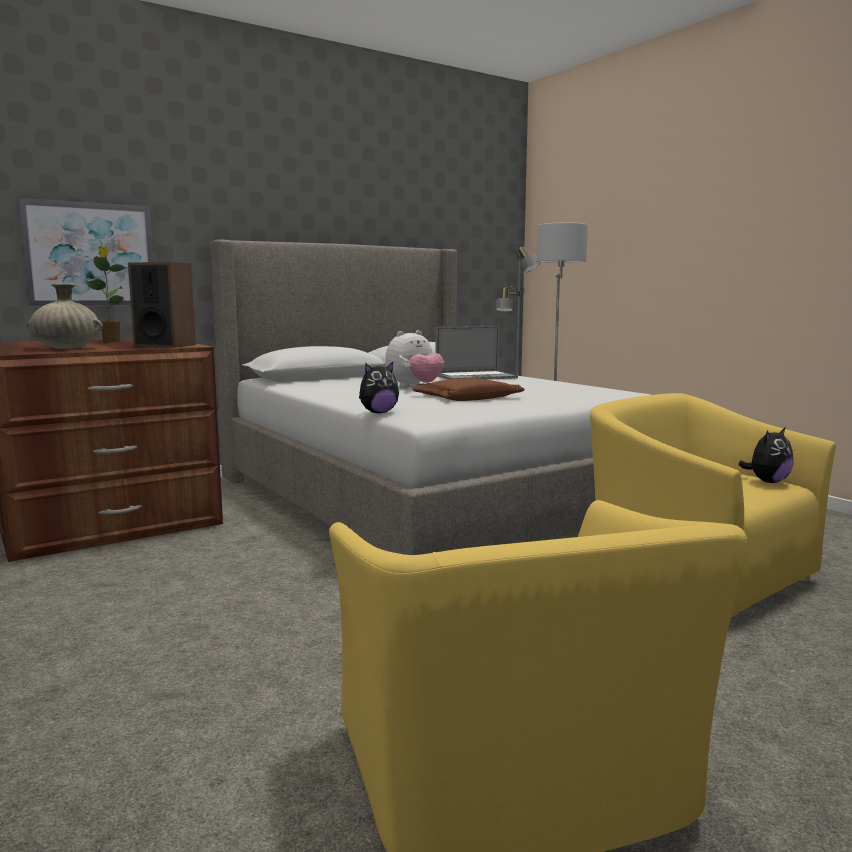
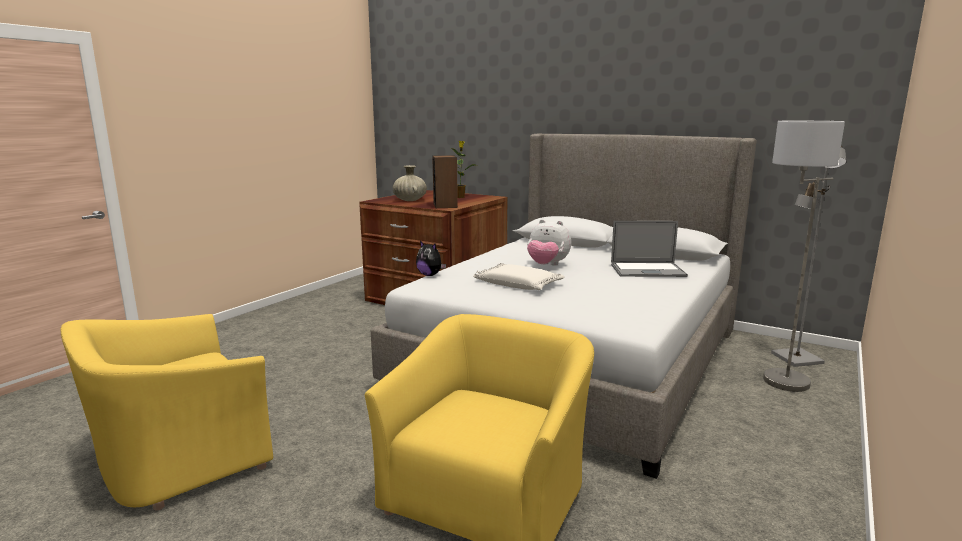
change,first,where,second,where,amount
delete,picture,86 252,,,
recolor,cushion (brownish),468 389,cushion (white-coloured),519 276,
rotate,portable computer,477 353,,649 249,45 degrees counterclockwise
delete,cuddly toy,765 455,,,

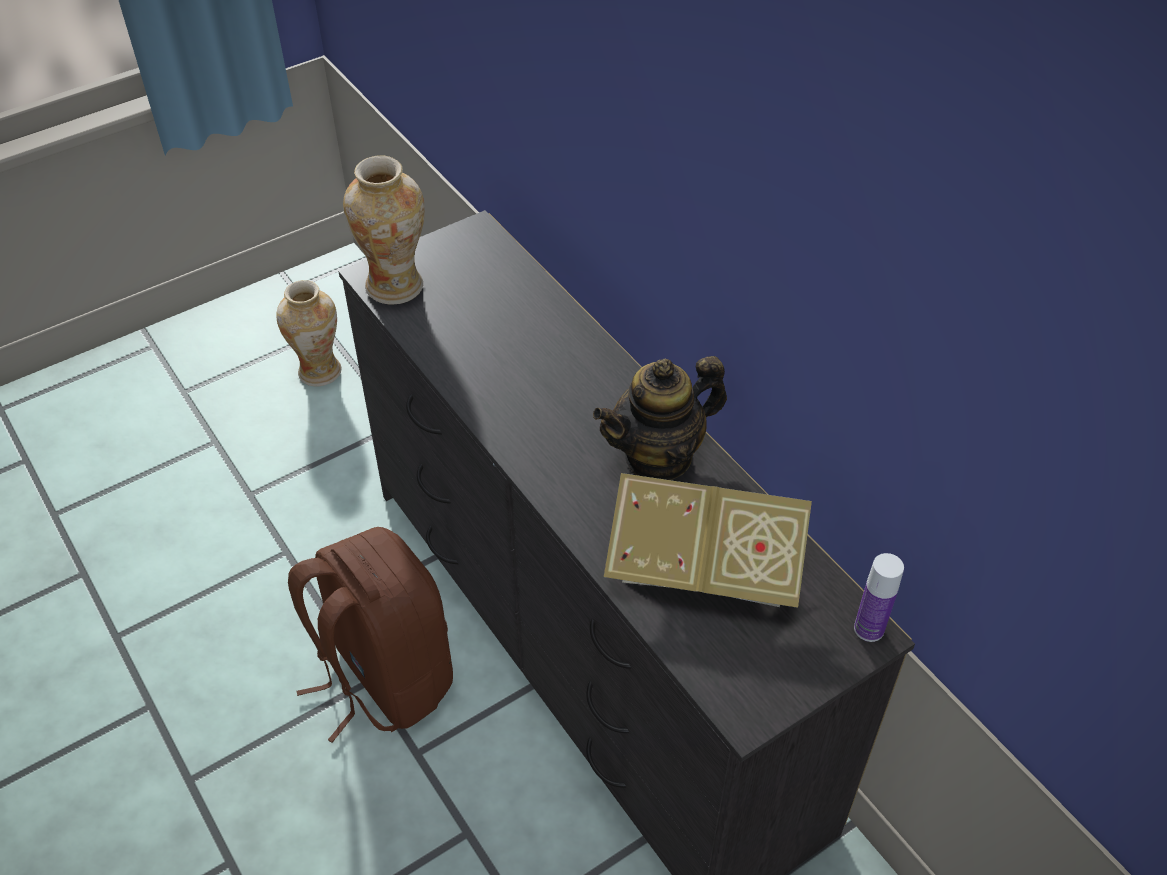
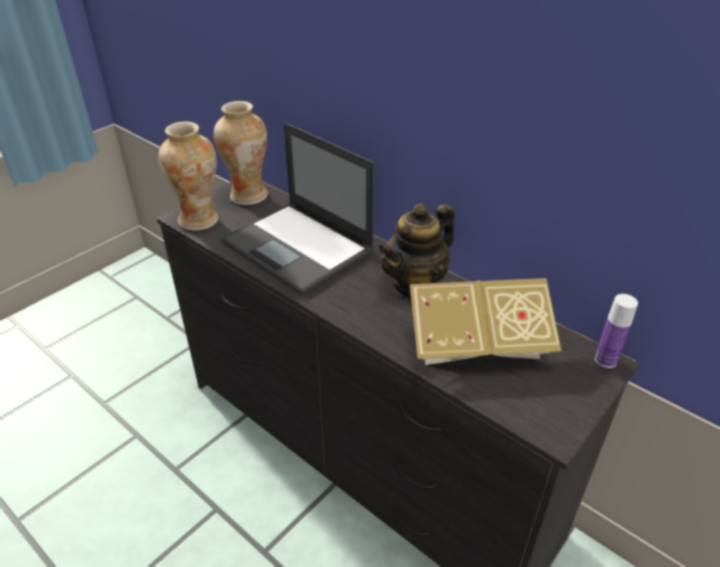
change,first,where,second,where,amount
move,vase,308 333,,241 153,
delete,knapsack (brownish),370 635,,,
insert,,,portable computer,298 208,

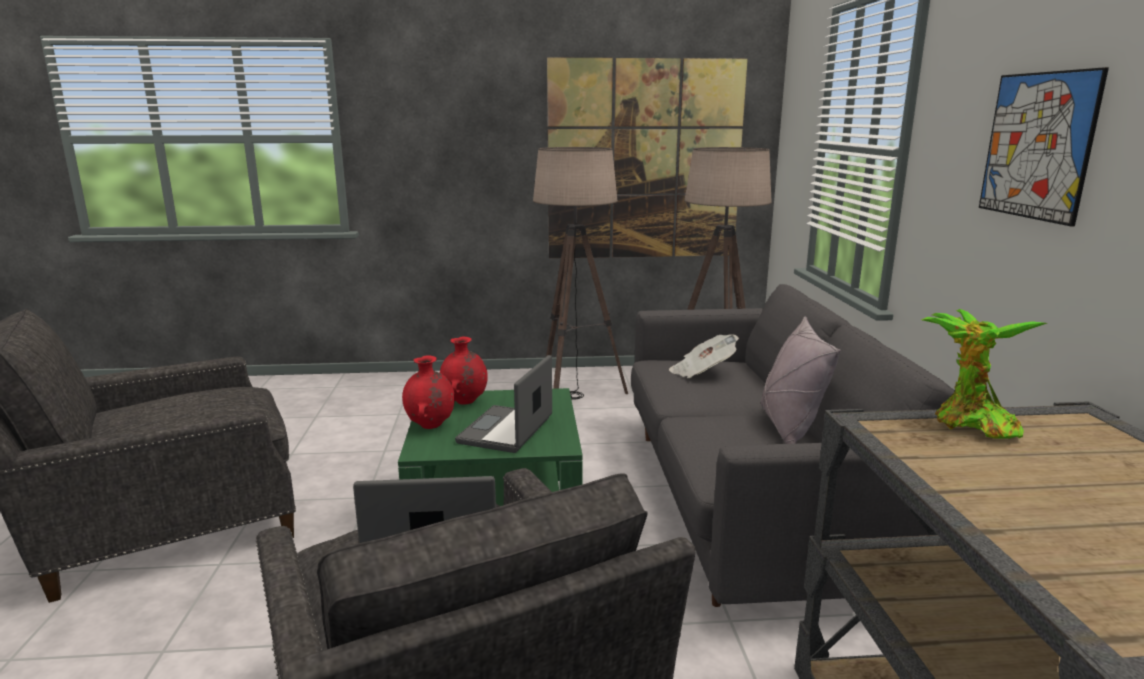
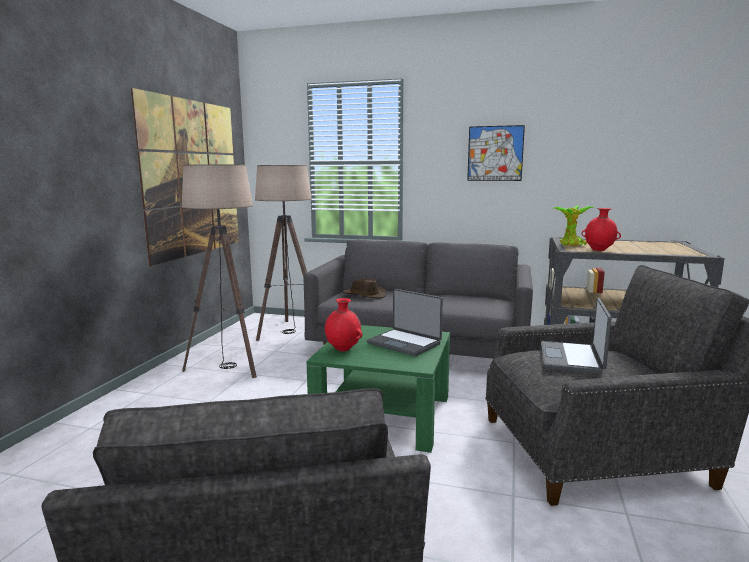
change,first,where,second,where,amount
move,vase (red-coloured),428 392,,601 229,
replace,newspaper,704 356,hat (brownish),364 288,
delete,cushion (purplish),801 380,,,

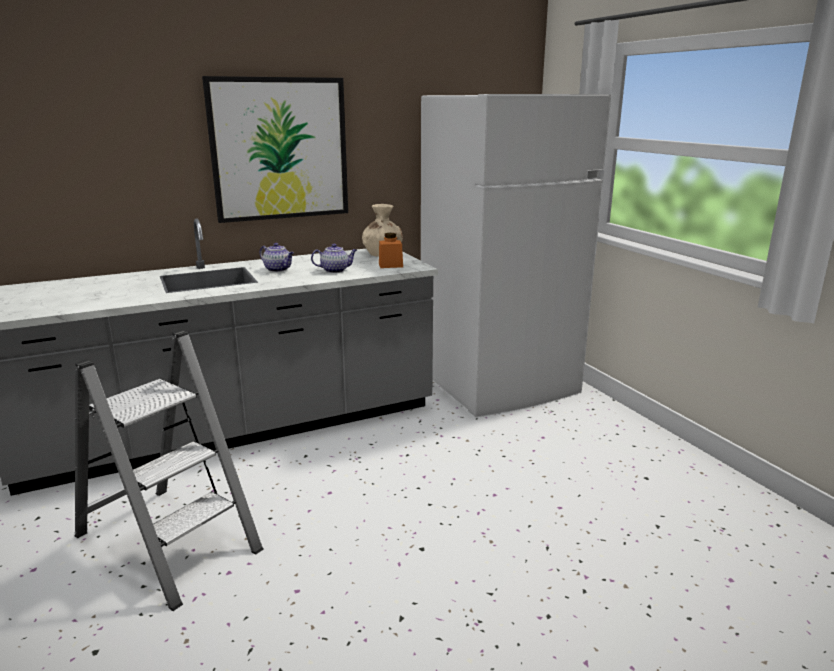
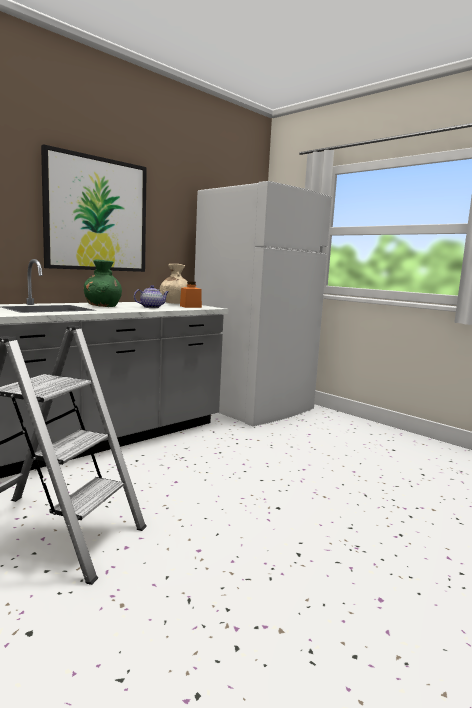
change,first,where,second,where,amount
replace,pot for tea,277 257,vase (green-coloured),103 283,

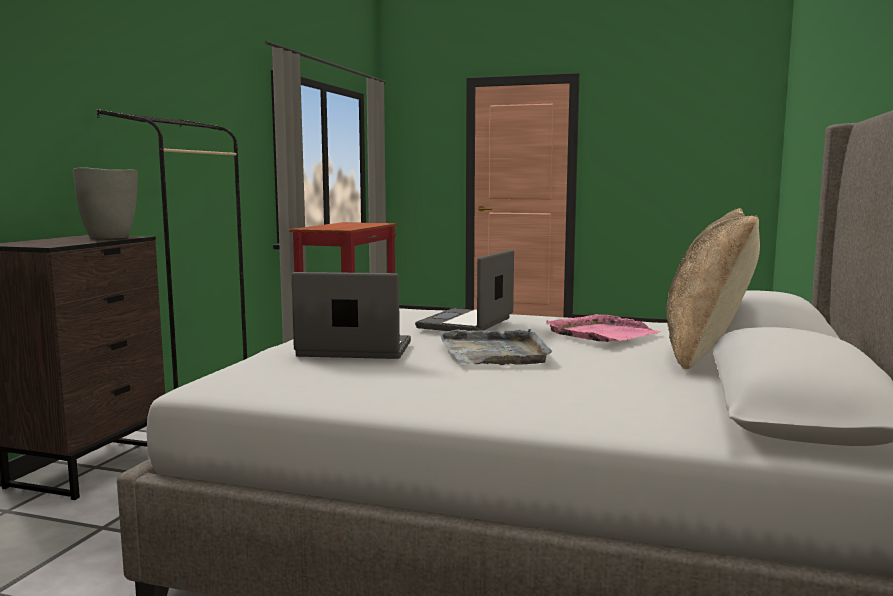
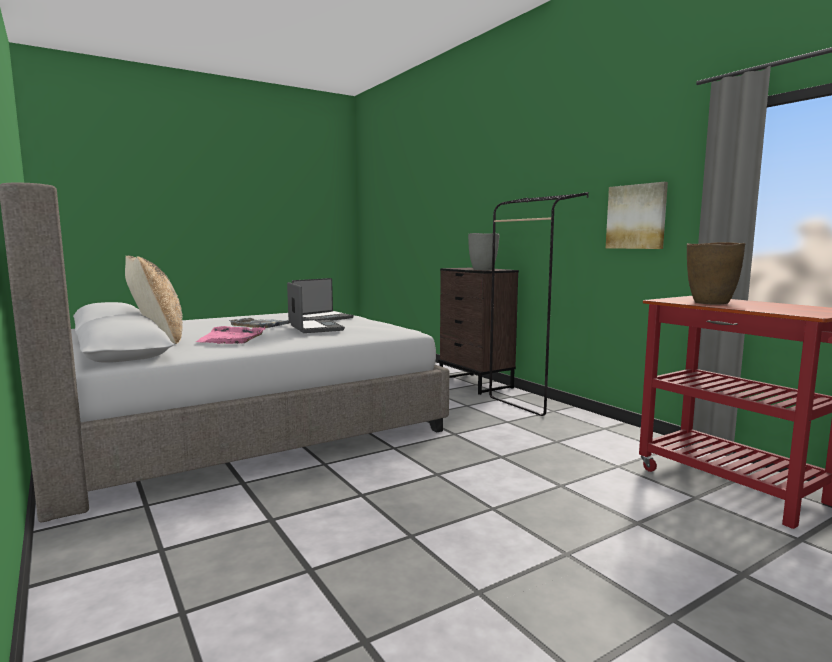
change,first,where,second,where,amount
insert,,,picture,637 215,
insert,,,vase (brownish),716 273,

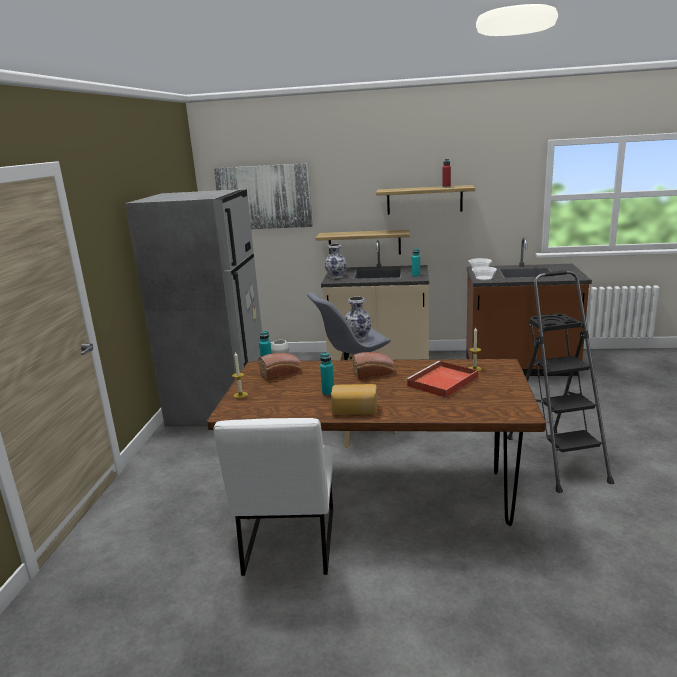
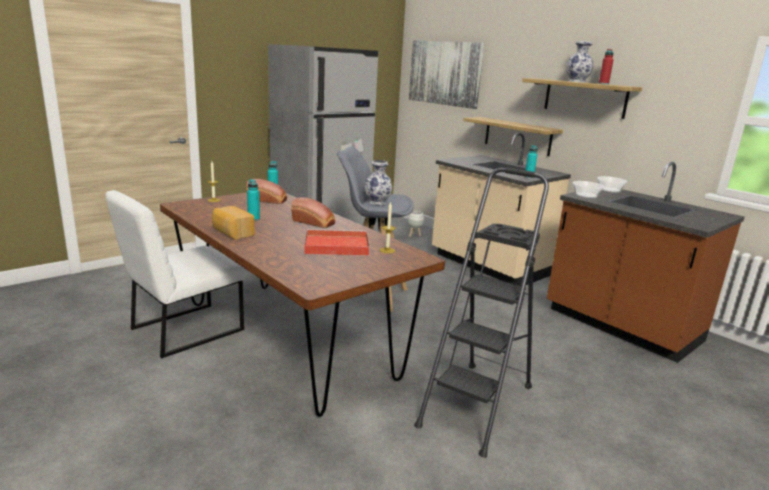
change,first,where,second,where,amount
move,vase,335 261,,580 62,

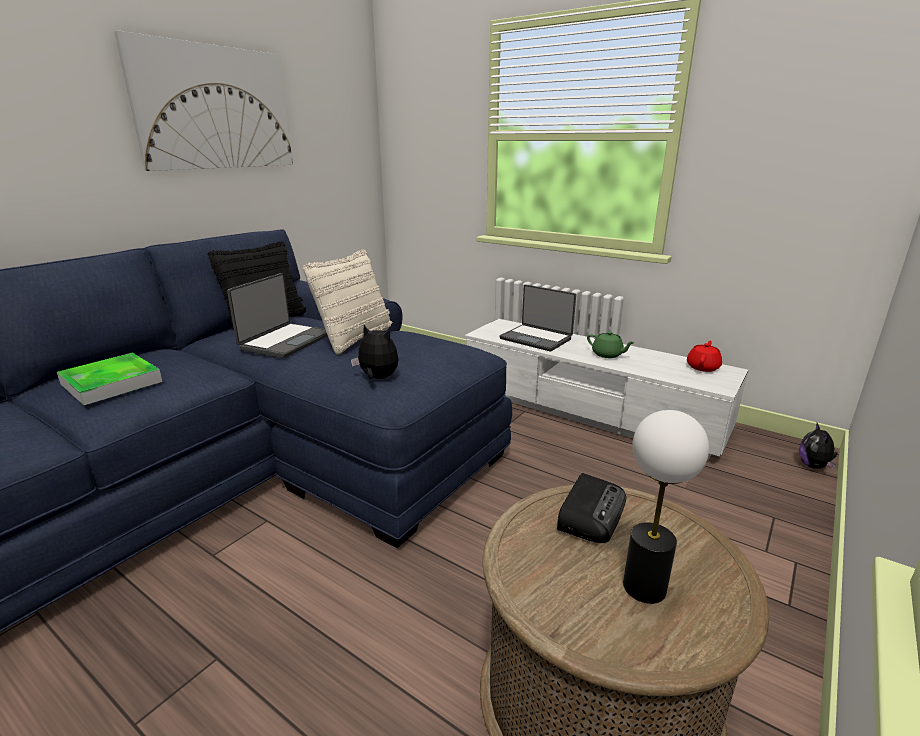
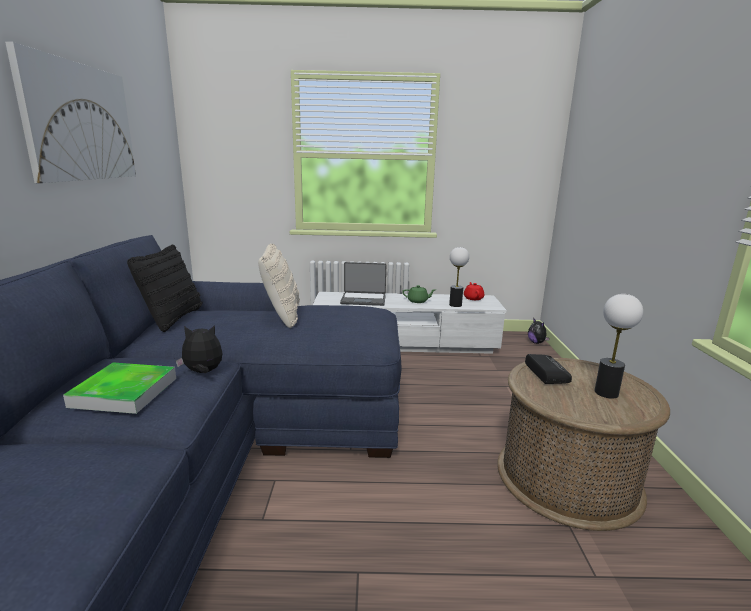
change,first,where,second,where,amount
delete,portable computer,277 315,,,
move,cuddly toy,375 352,,199 349,
insert,,,lamp for a table,459 277,

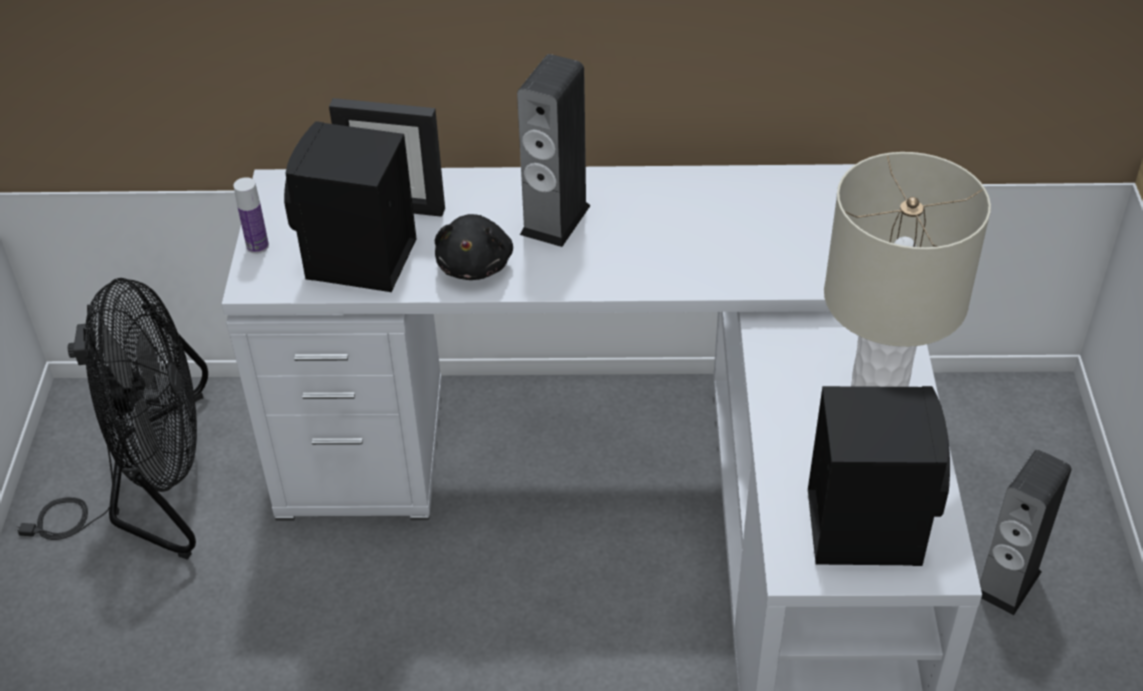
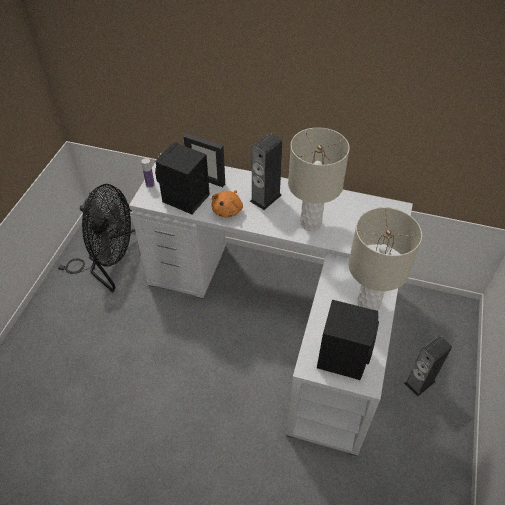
change,first,where,second,where,amount
recolor,cuddly toy (blackish),474 247,cuddly toy (orangey),227 203,
insert,,,lamp for a table (sand-coloured),319 179,

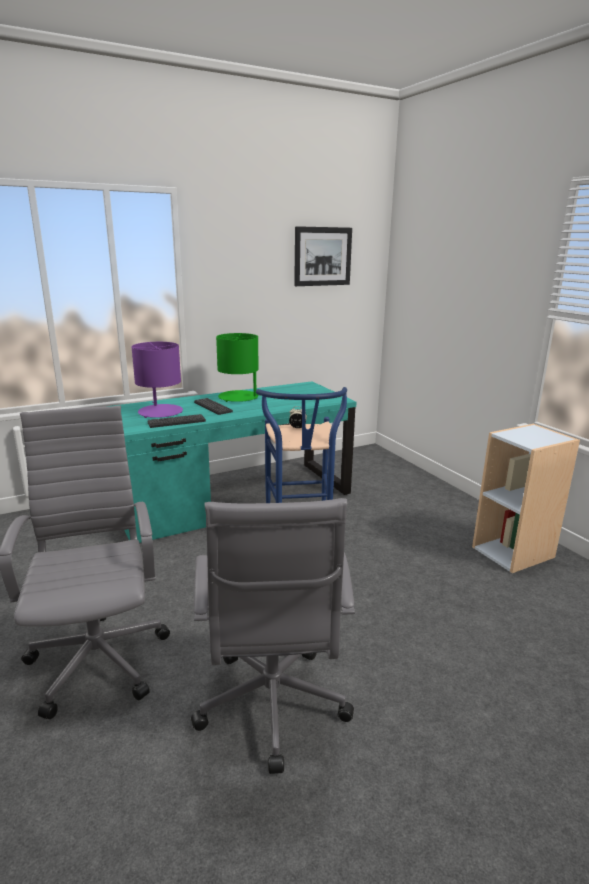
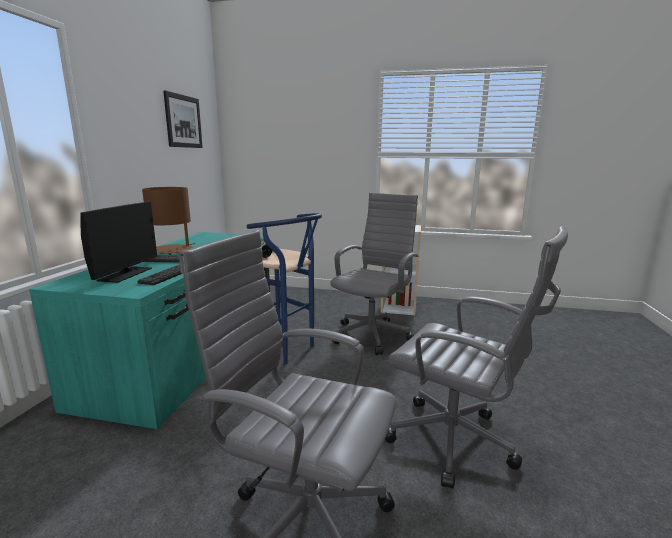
change,first,where,second,where,amount
replace,lamp for a table (purplish),157 380,computer screen,118 242,
recolor,lamp for a table (green-coloured),237 367,lamp for a table (brownish),169 221,
insert,,,computer chair (gray),374 274,

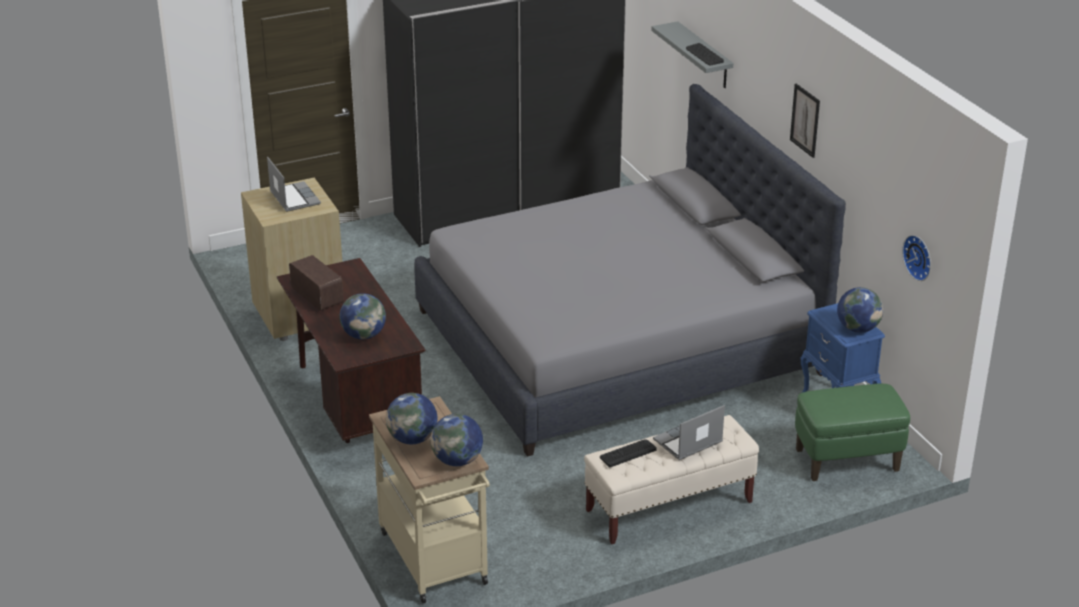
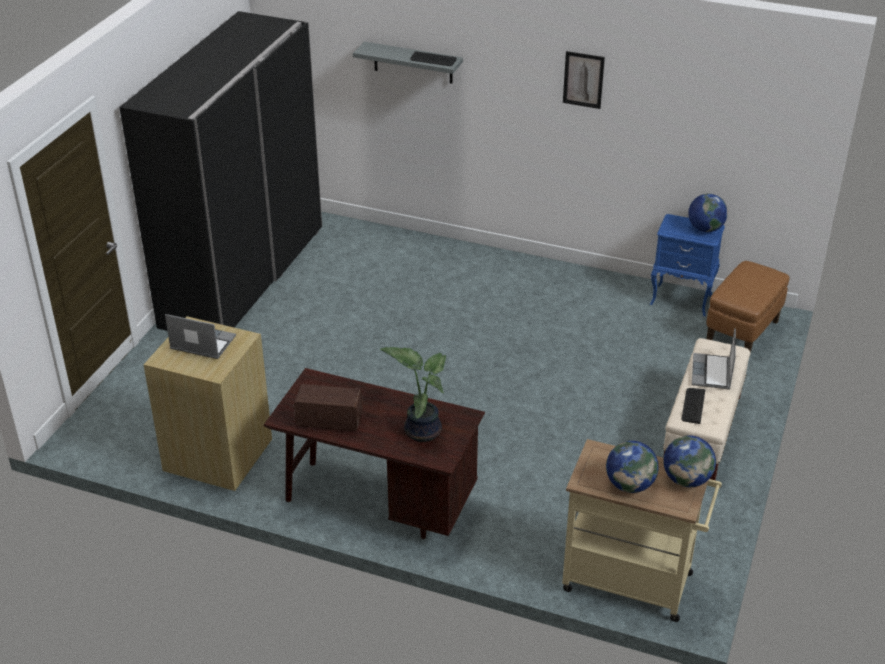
change,first,where,second,where,amount
replace,world globe,363 316,potted plant,413 394,
delete,sleeping bed (gray),630 270,,,
recolor,footrest (green-coloured),852 432,footrest (brownish),748 309,
delete,clock on the wall,916 258,,,

